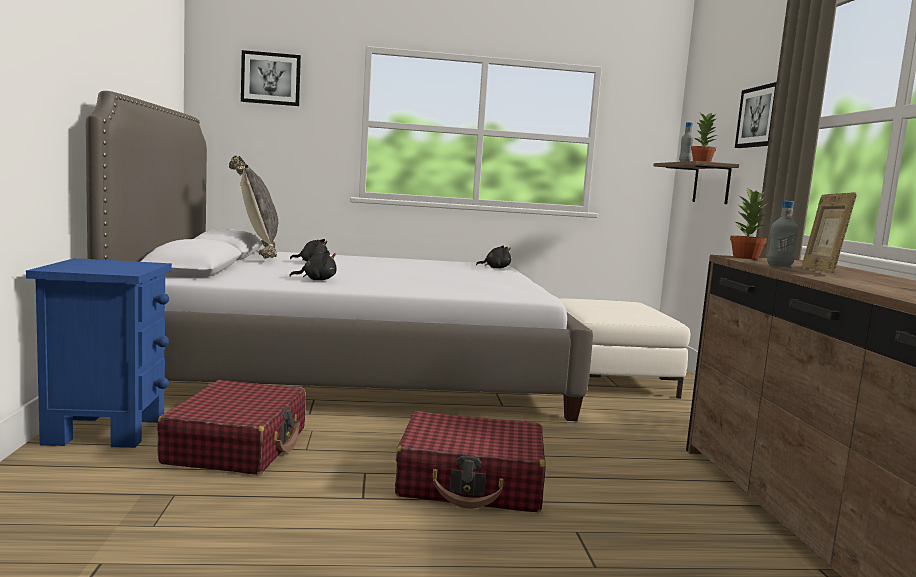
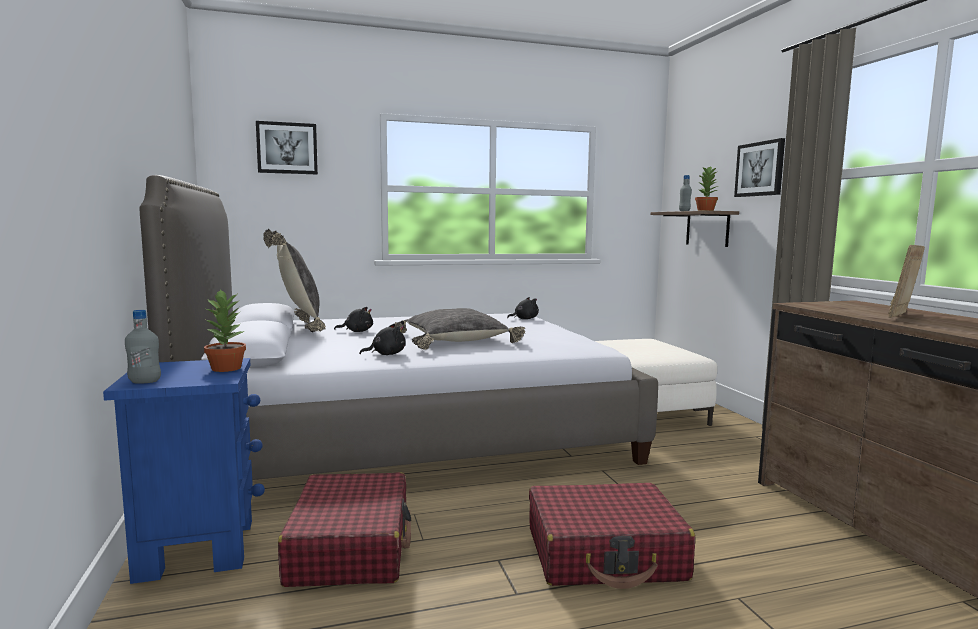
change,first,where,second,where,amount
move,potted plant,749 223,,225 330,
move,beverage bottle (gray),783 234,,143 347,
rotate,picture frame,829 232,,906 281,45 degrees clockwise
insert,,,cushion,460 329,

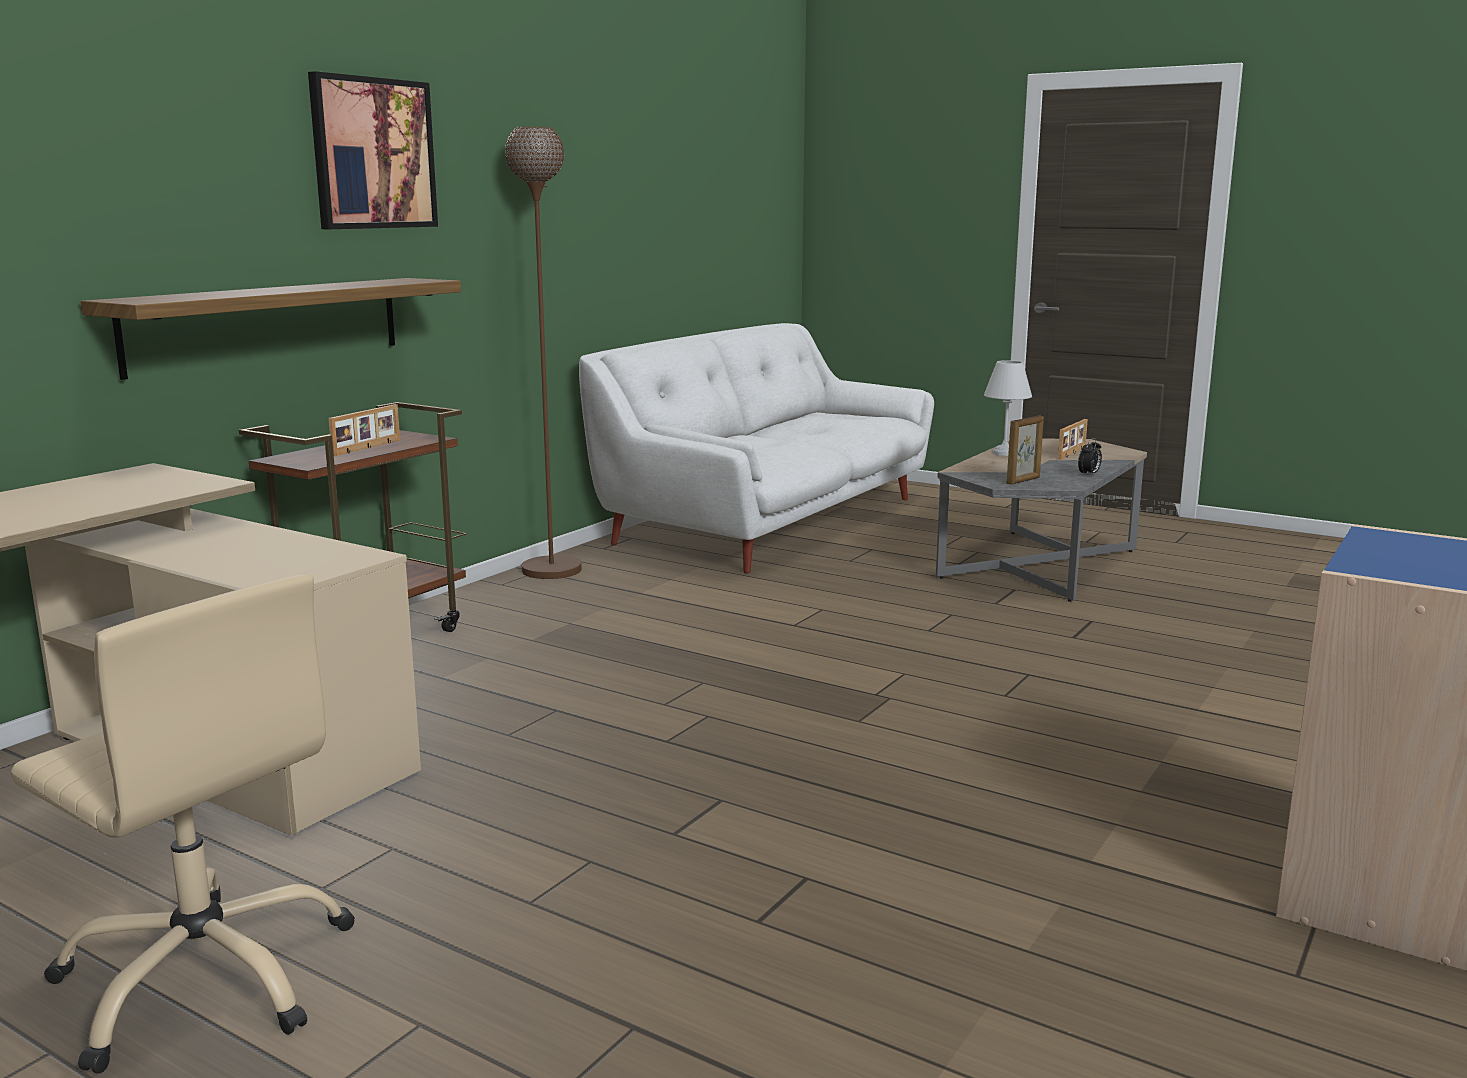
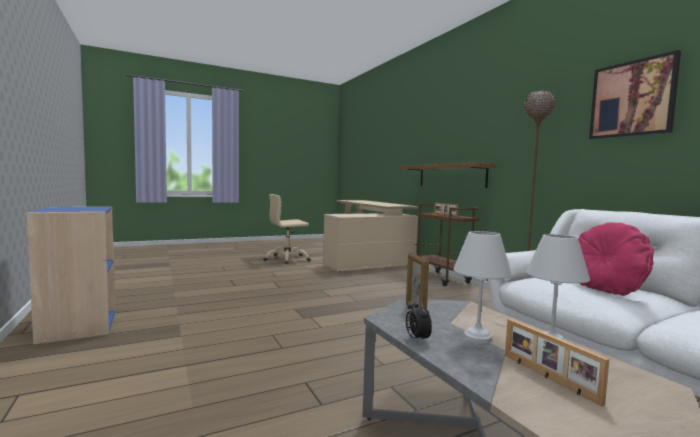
change,first,where,second,where,amount
move,picture,373 150,,635 94,
insert,,,lamp for a table (white-coloured),482 287,
insert,,,cushion (pink),616 259,

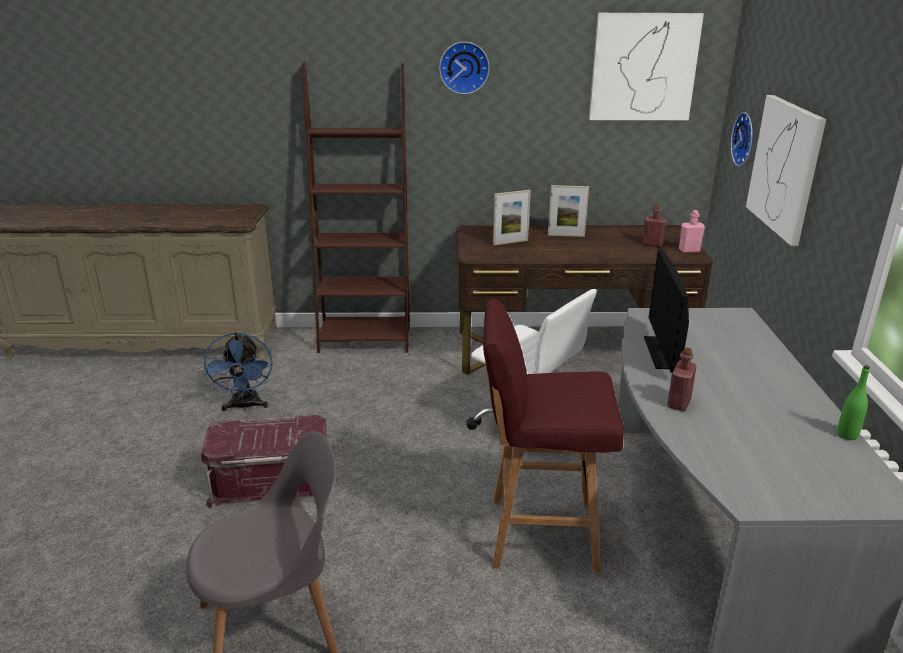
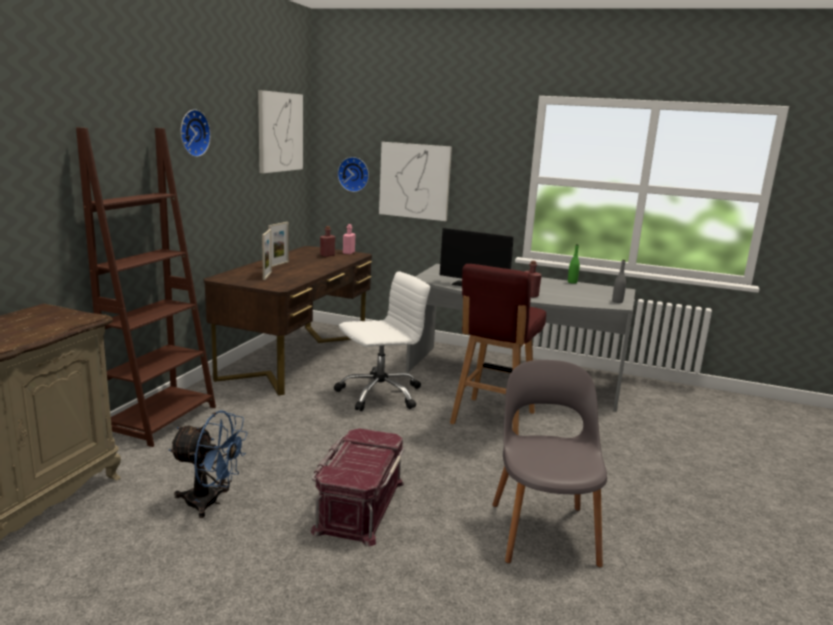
change,first,where,second,where,amount
insert,,,beverage bottle (gray),619 281,

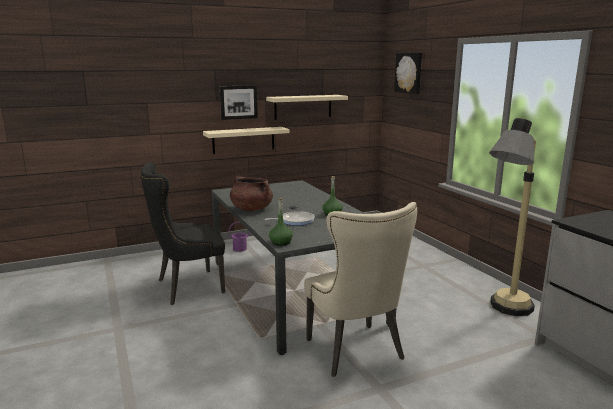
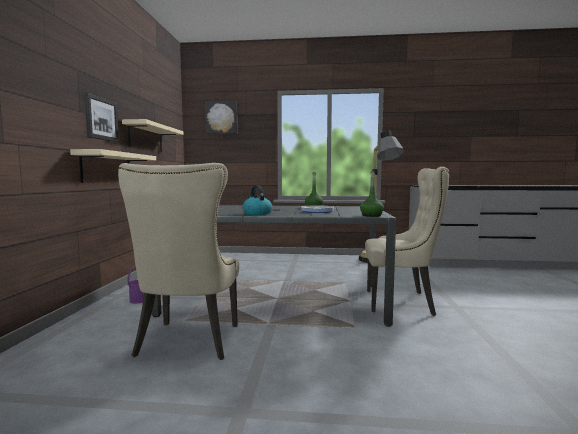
change,first,where,second,where,amount
recolor,upright chair (blackish),183 233,upright chair (sand-coloured),178 261,
replace,stockpot (brownish),251 193,kettle,257 200,

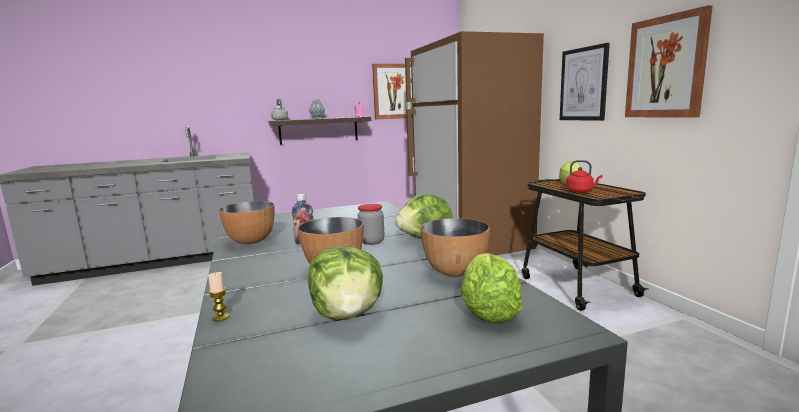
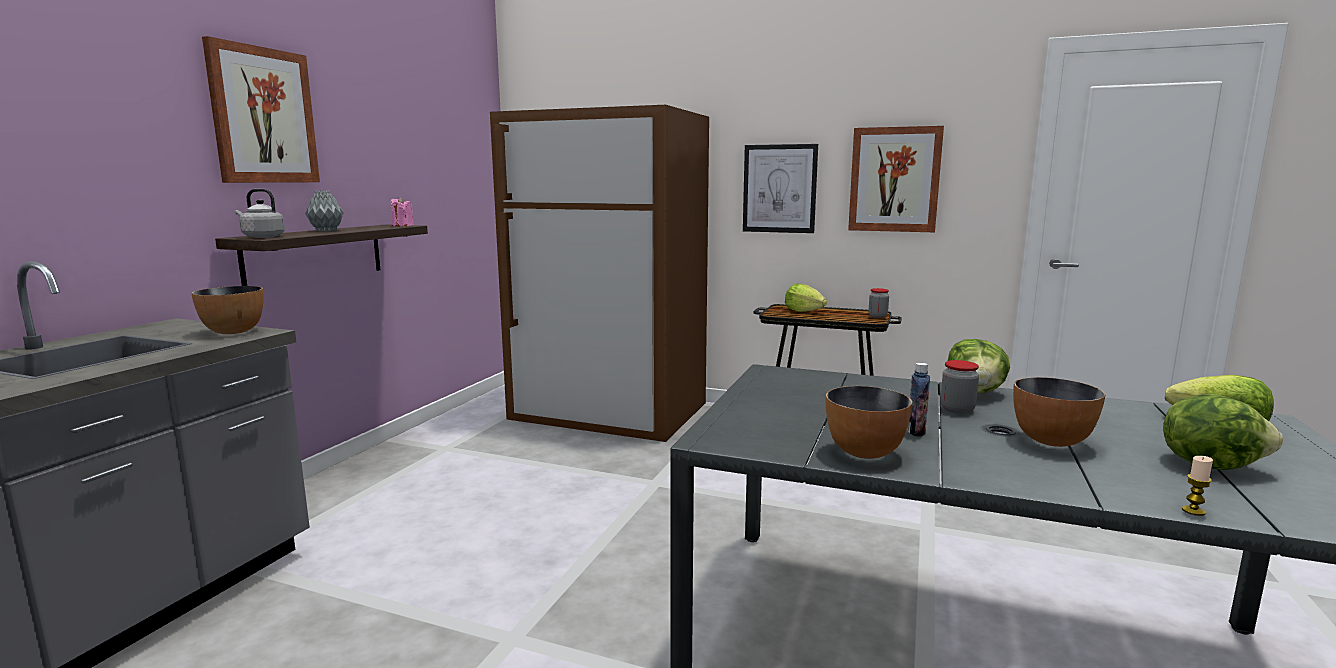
change,first,where,second,where,amount
move,picture,392 91,,261 109,
move,serving bowl,455 247,,227 310,
delete,kettle (red-coloured),584 176,,,
insert,,,jar,878 303,

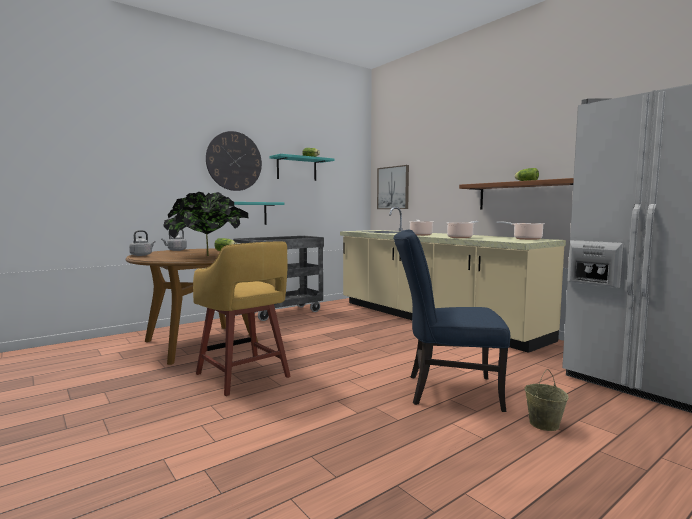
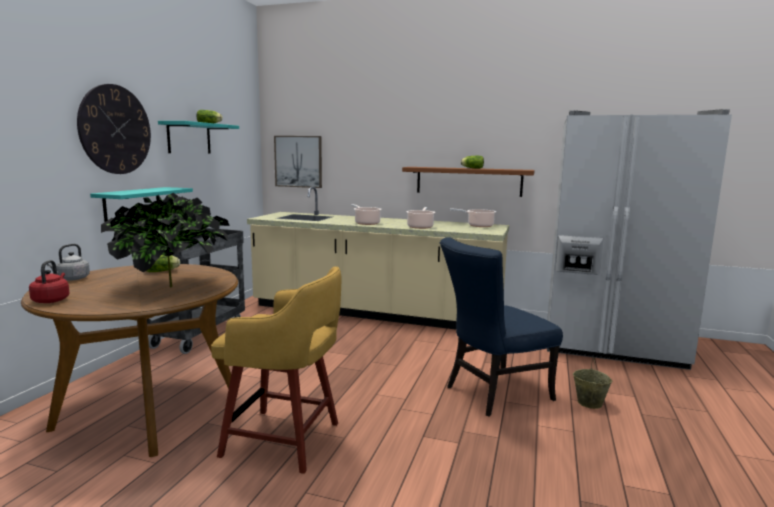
change,first,where,second,where,amount
recolor,kettle (gray),142 243,kettle (red-coloured),49 281,

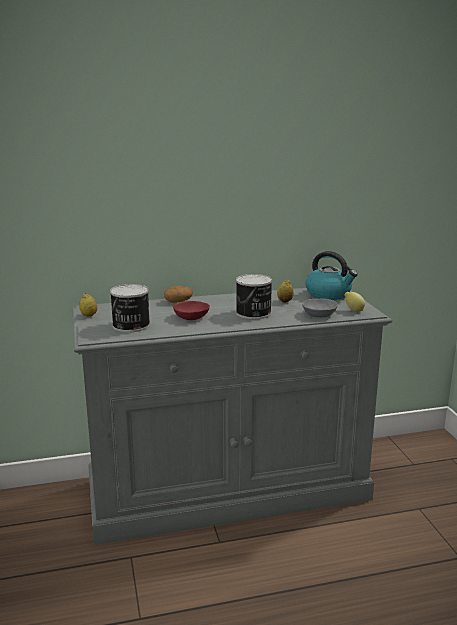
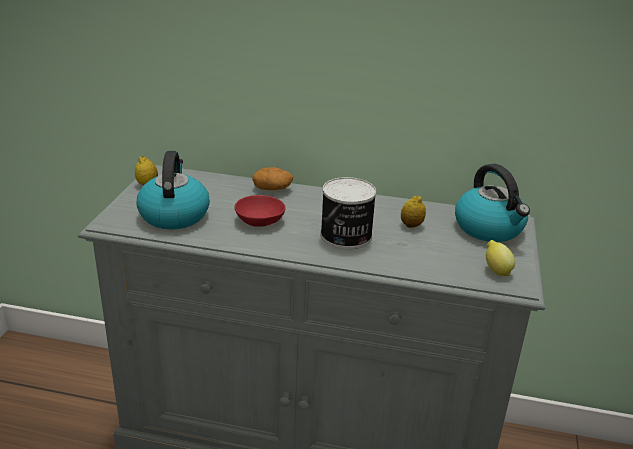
change,first,where,second,where,amount
replace,sealed can,130 308,kettle,173 190,
delete,serving bowl (gray),320 307,,,

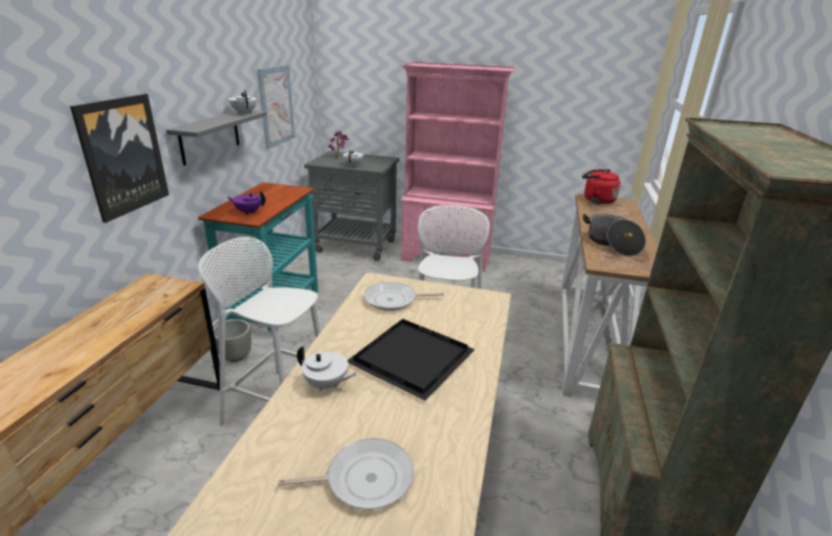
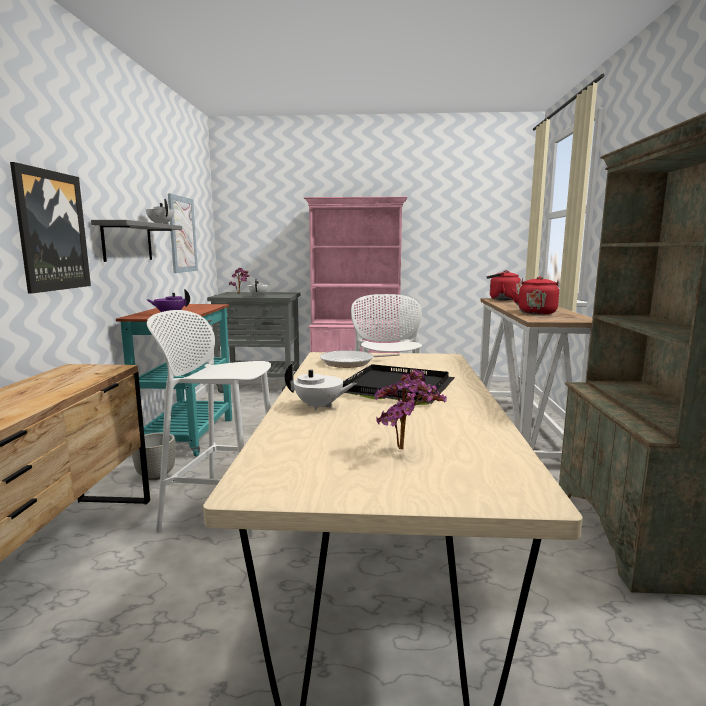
change,first,where,second,where,amount
replace,pan,346 474,potted plant,411 409,
replace,stockpot,614 235,kettle (red-coloured),535 295,

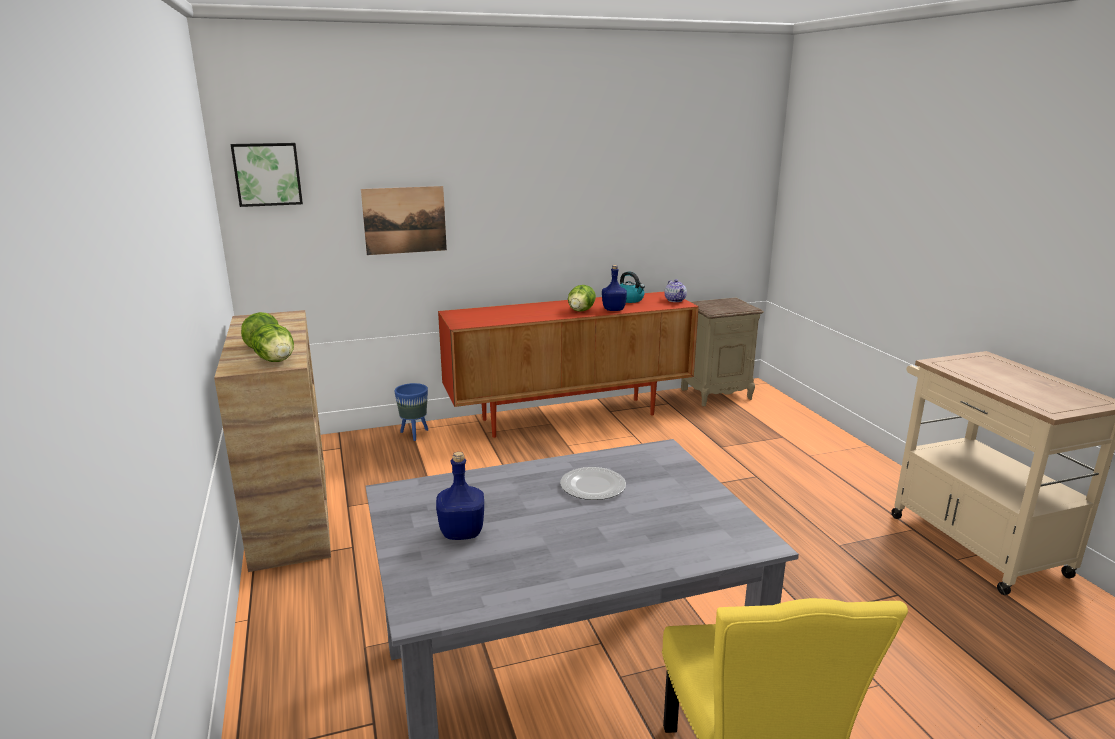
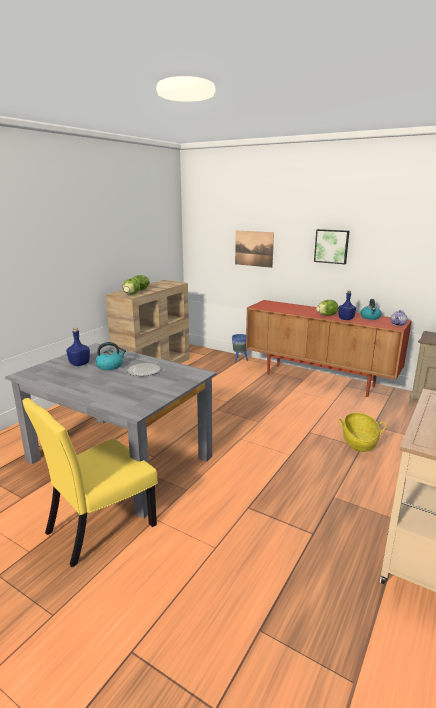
change,first,where,second,where,amount
move,picture,267 175,,331 246,
insert,,,kettle,110 356,
insert,,,basket,362 432,

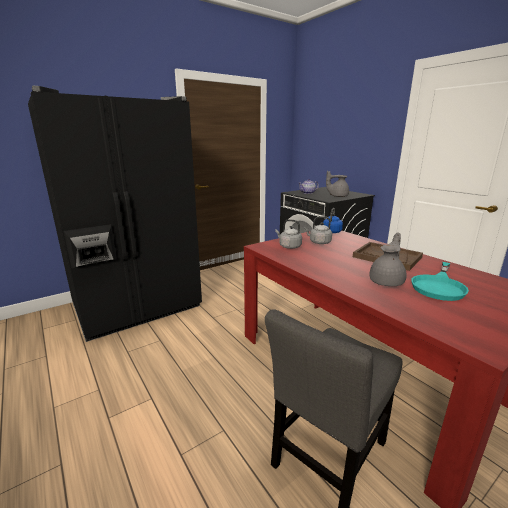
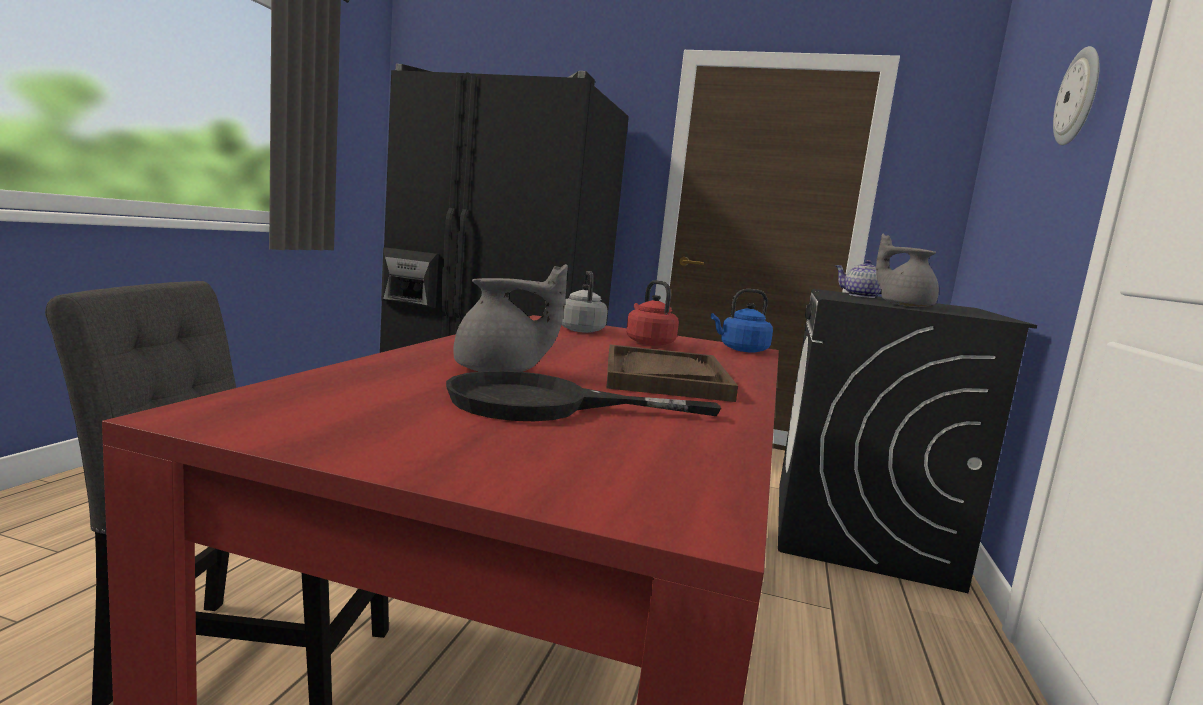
change,first,where,second,where,amount
recolor,kettle (gray),318 230,kettle (red-coloured),652 313,
recolor,pan (blue-green),440 281,pan (blackish),583 396,
insert,,,clock on the wall,1076 95,

